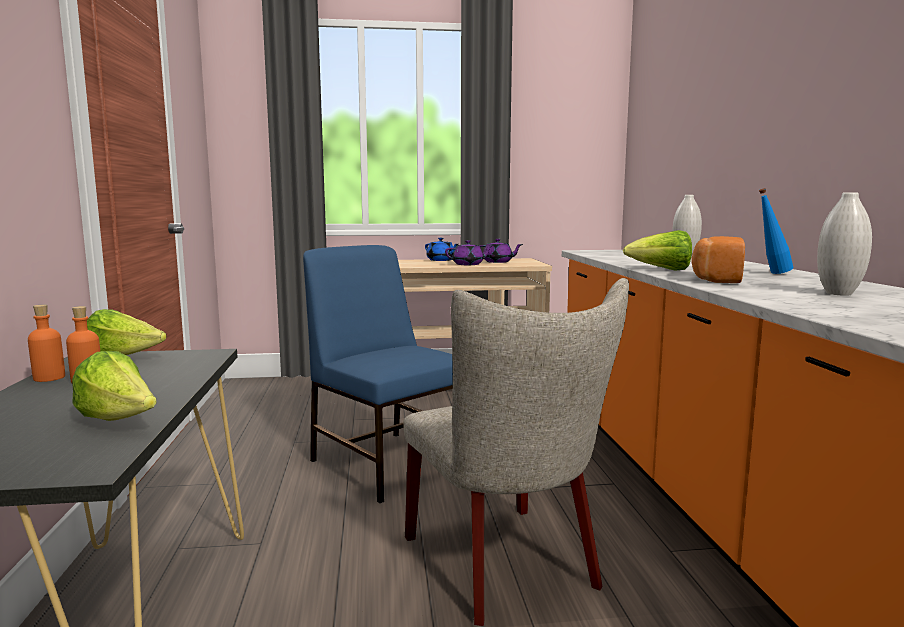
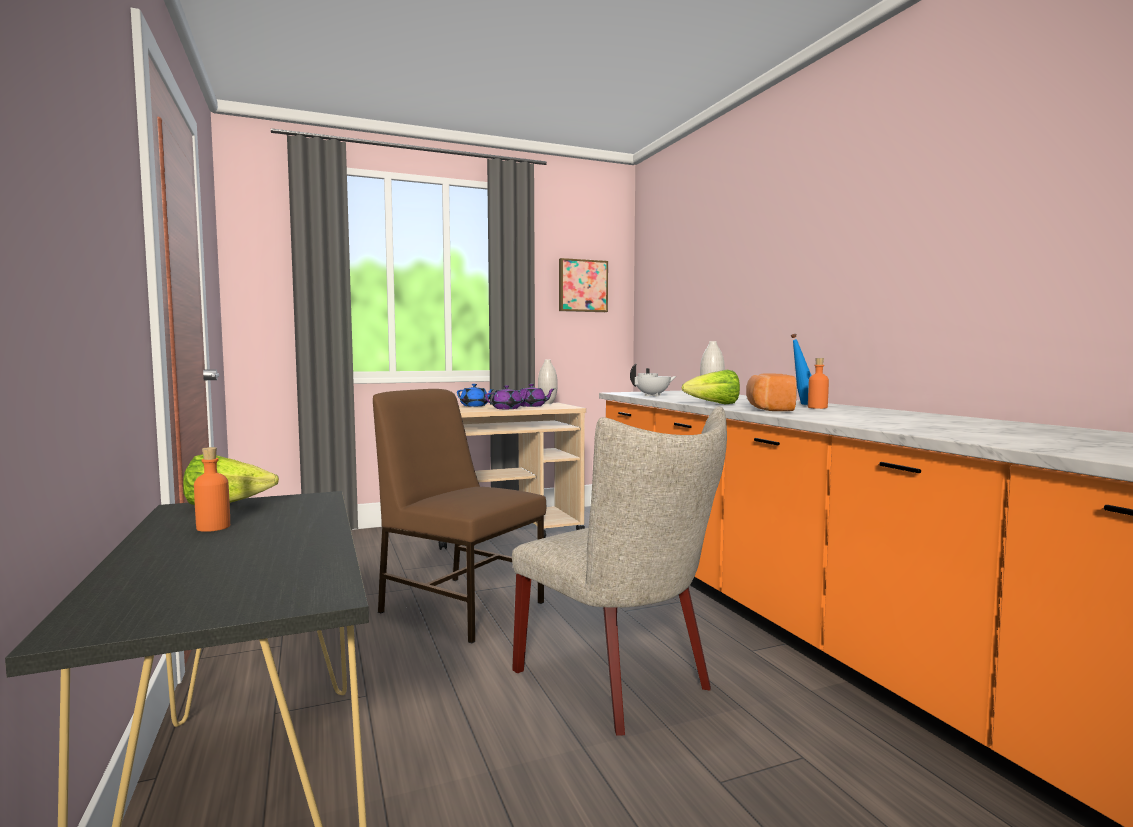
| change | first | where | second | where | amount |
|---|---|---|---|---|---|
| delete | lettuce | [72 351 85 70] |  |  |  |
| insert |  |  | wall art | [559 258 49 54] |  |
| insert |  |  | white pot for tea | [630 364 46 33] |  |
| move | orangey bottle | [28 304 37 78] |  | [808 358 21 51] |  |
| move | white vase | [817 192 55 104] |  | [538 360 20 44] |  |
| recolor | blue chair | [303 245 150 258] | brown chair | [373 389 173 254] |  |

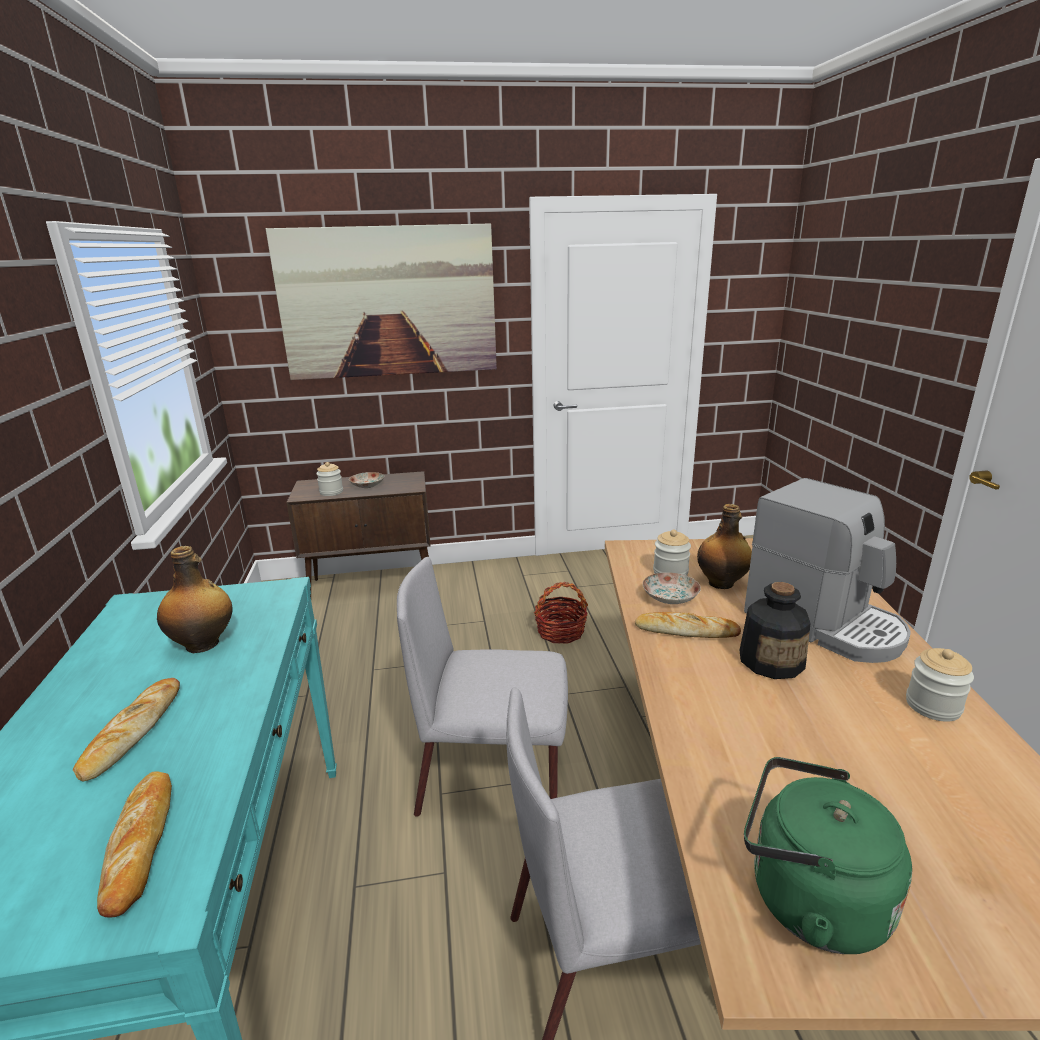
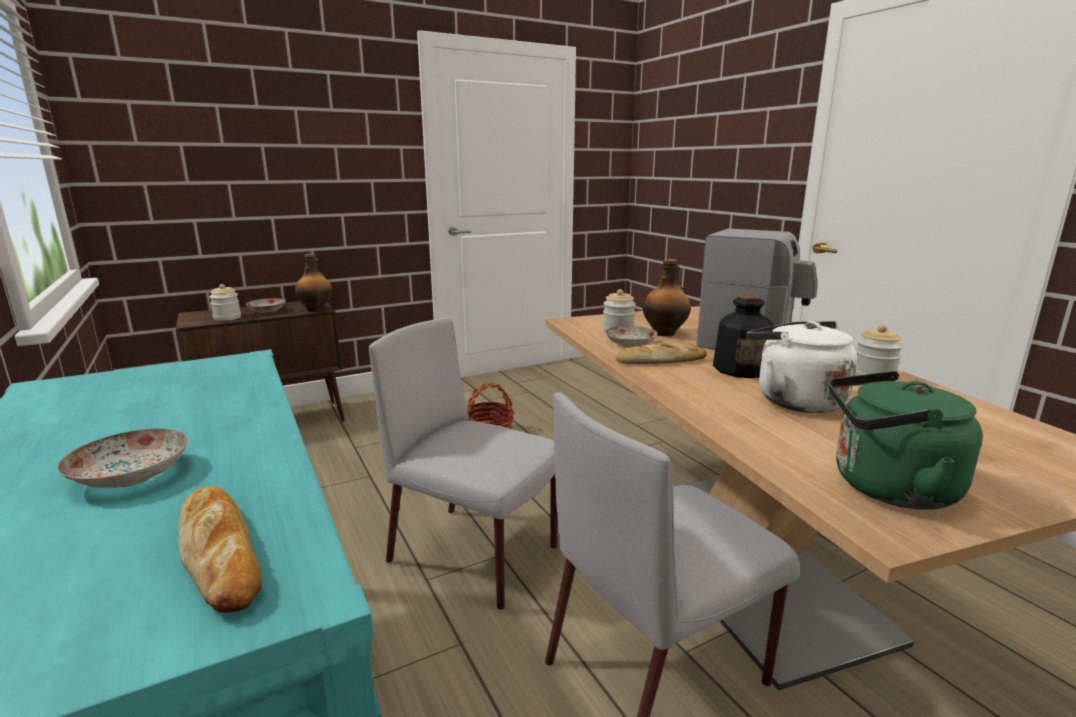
| change | first | where | second | where | amount |
|---|---|---|---|---|---|
| delete | wall art | [266 223 231 157] |  |  |  |
| insert |  |  | white kettle | [746 321 112 92] |  |
| move | bottle | [157 546 76 107] |  | [295 254 37 58] |  |
| replace | baked bread | [73 678 107 103] | flat dish | [57 429 131 59] |  |
| rotate | grey chair | [397 557 171 260] |  | [369 318 189 292] | 45 degrees clockwise |

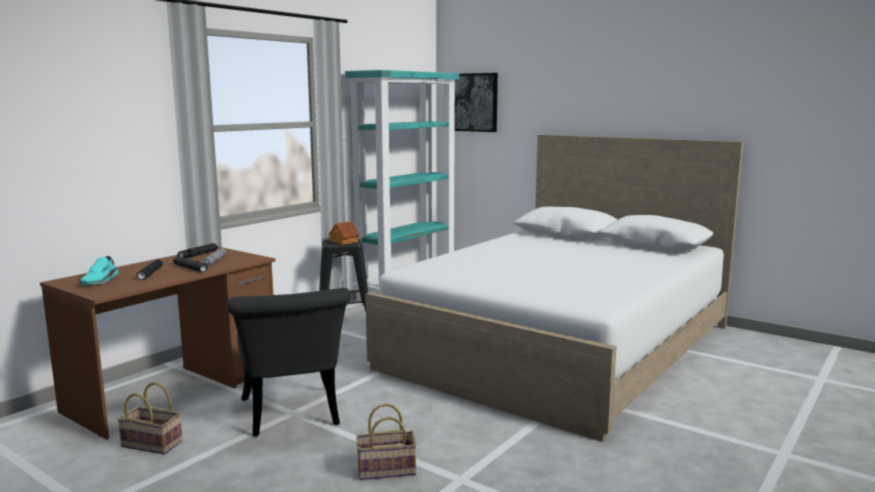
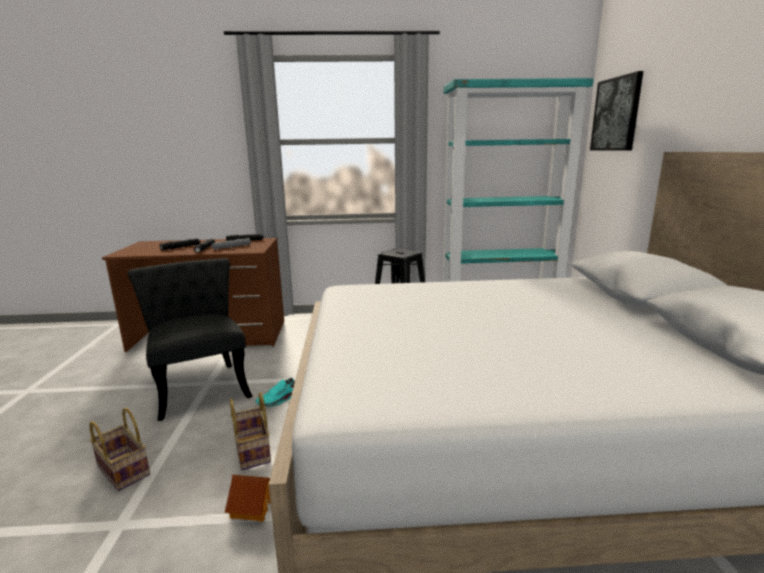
| change | first | where | second | where | amount |
|---|---|---|---|---|---|
| move | turquoise item of footwear | [80 256 39 29] |  | [256 378 39 29] |  |
| move | household basket | [117 382 66 72] |  | [230 392 41 78] |  |
| move | toy house | [329 221 31 24] |  | [225 475 46 47] |  |
| rotate | black-coloured chair | [228 288 122 149] |  | [128 258 124 163] | 120 degrees clockwise |

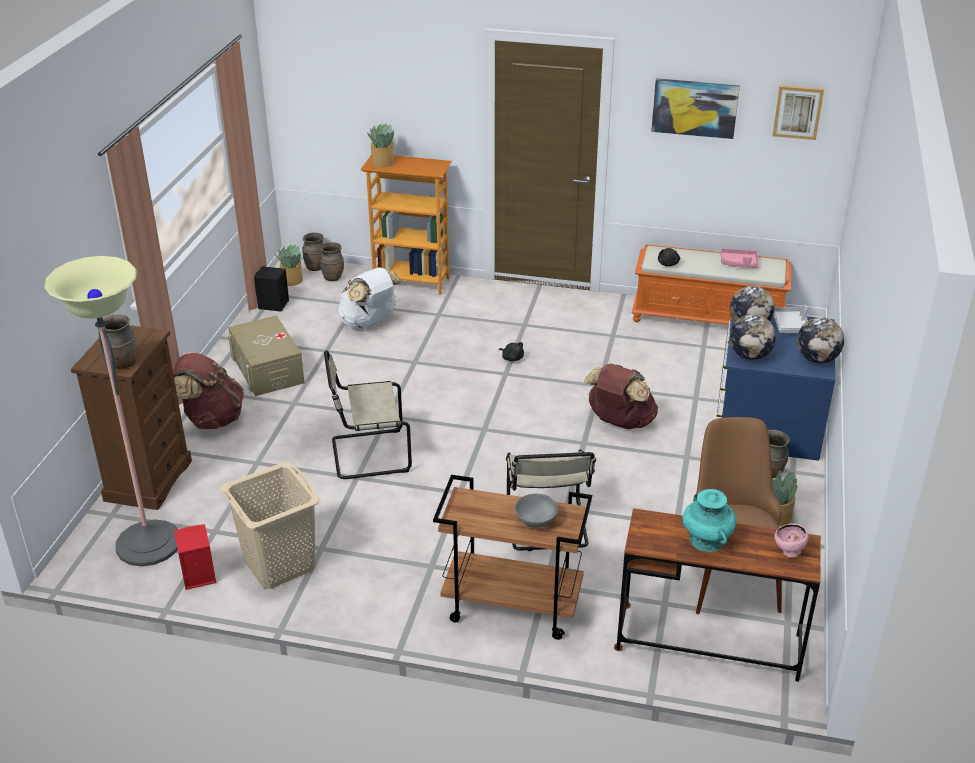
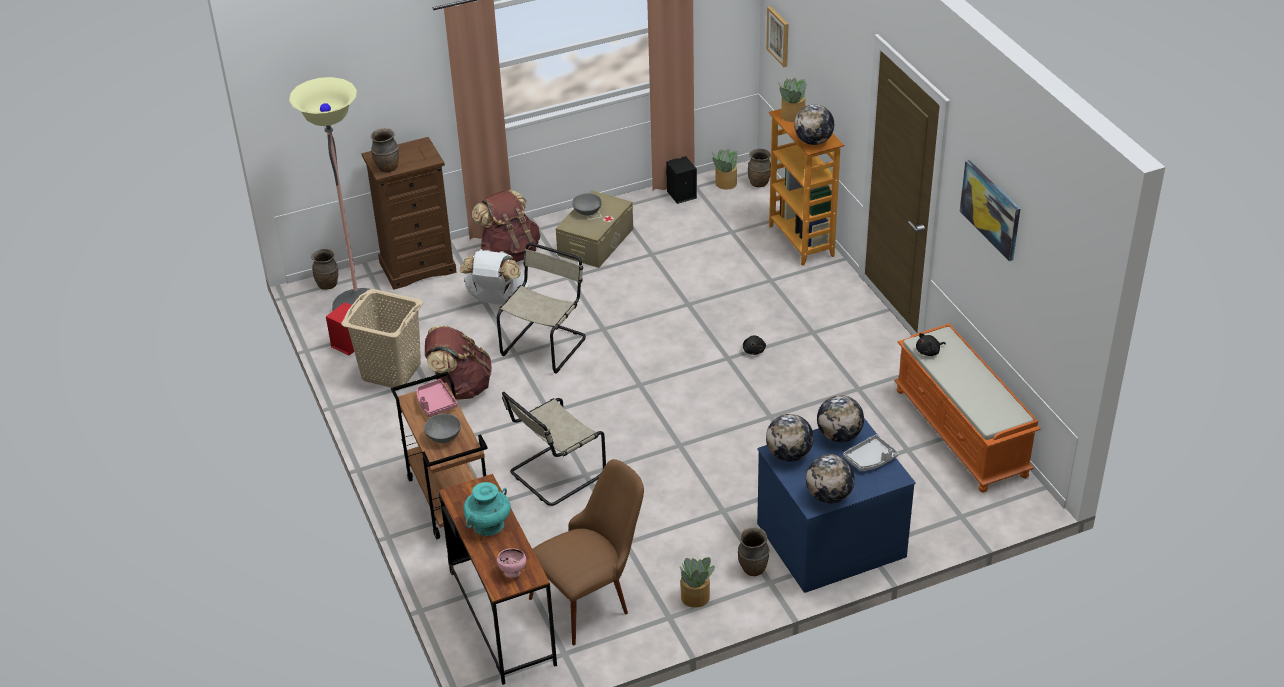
| change | first | where | second | where | amount |
|---|---|---|---|---|---|
| insert |  |  | grey bowl | [572 193 30 22] |  |
| insert |  |  | globe | [794 104 40 41] |  |
| move | brown vase | [320 242 24 39] |  | [311 249 27 41] |  |
| move | white rucksack | [337 267 65 62] |  | [460 250 69 55] |  |
| move | brown rucksack | [584 364 74 66] |  | [425 325 67 75] |  |
| move | pink carrying tray | [721 249 38 19] |  | [417 379 41 38] |  |
| move | wall art | [773 85 51 55] |  | [766 6 23 61] |  |
| rotate | beige chair | [324 350 88 129] |  | [497 243 89 131] | 75 degrees clockwise |

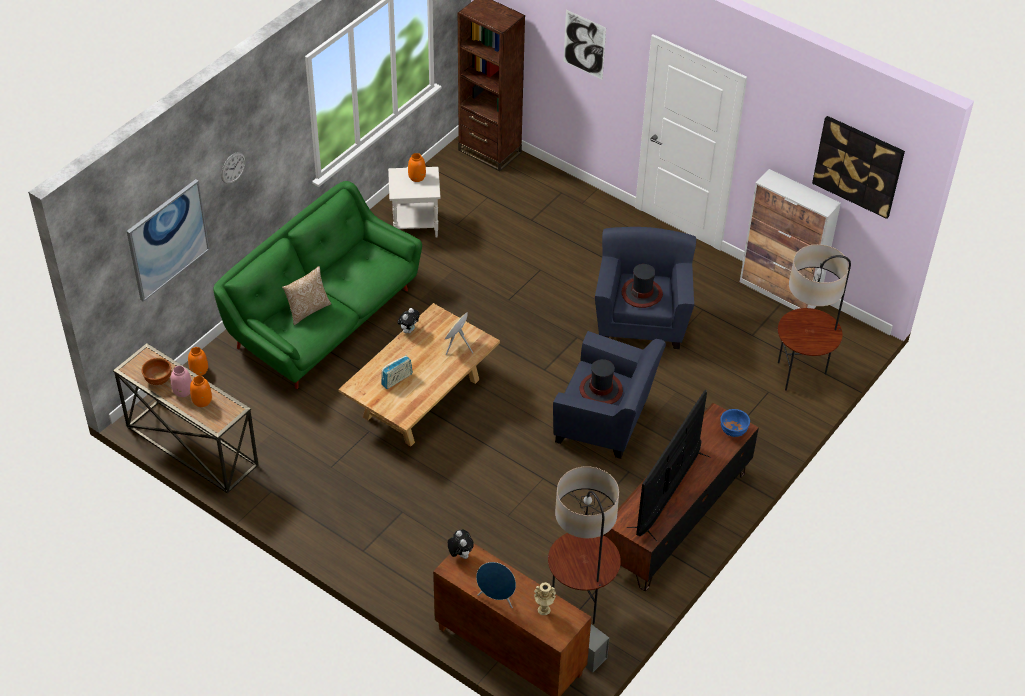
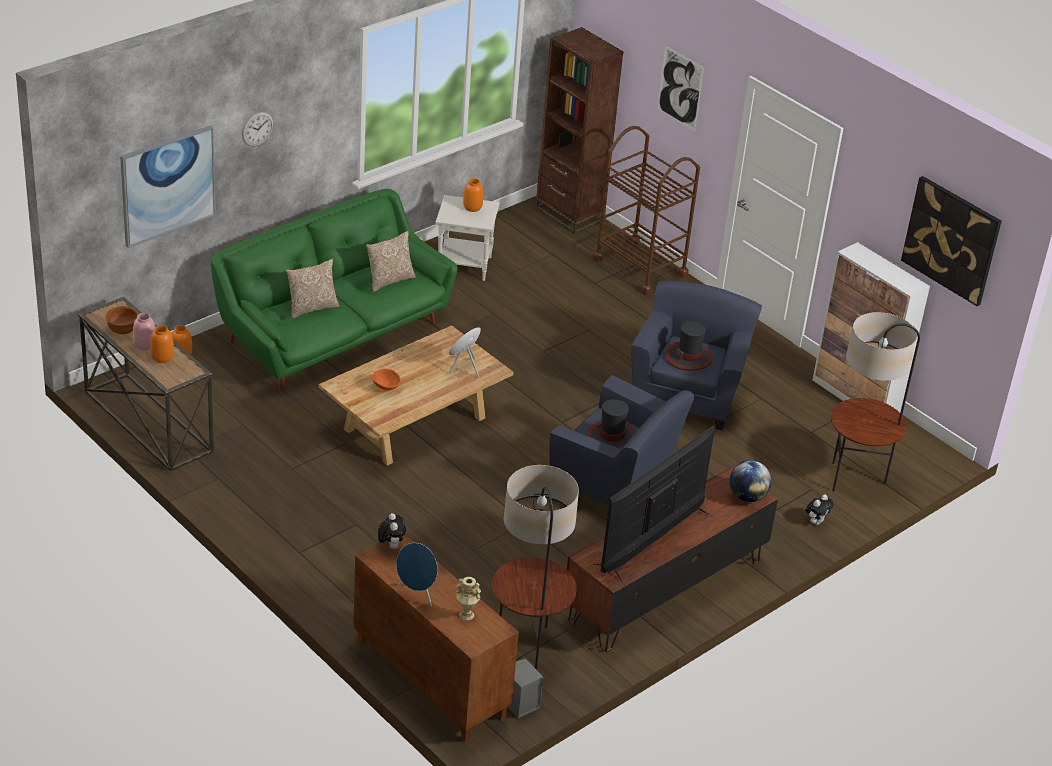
| change | first | where | second | where | amount |
|---|---|---|---|---|---|
| insert |  |  | cushion | [366 231 50 61] |  |
| insert |  |  | brown cart | [593 126 107 169] |  |
| move | soft toy | [398 308 22 25] |  | [805 495 29 30] |  |
| replace | radio set | [381 355 31 34] | orangey bowl | [372 369 29 21] |  |
| replace | blue bowl | [720 409 30 28] | globe | [730 460 42 42] |  |

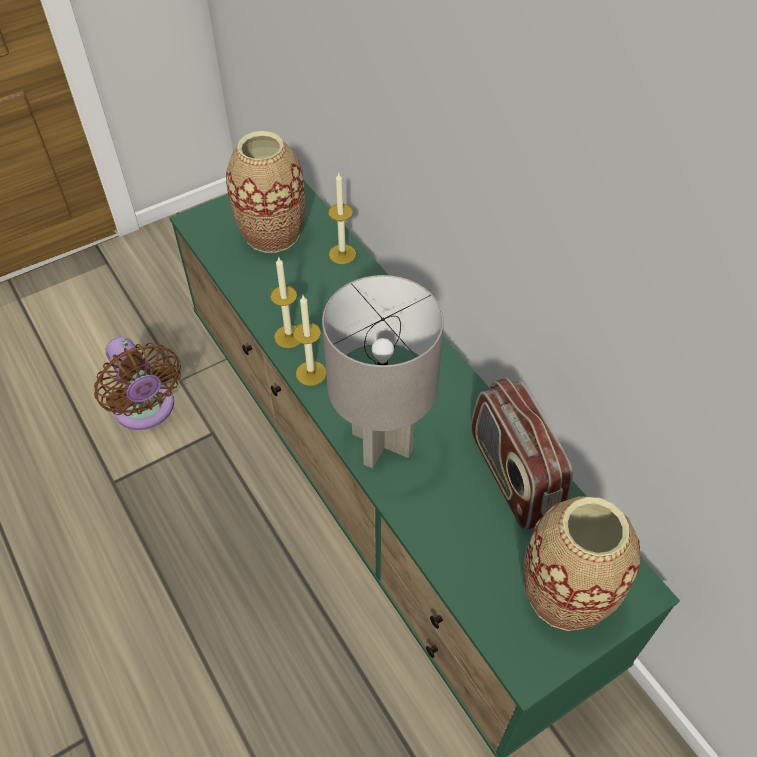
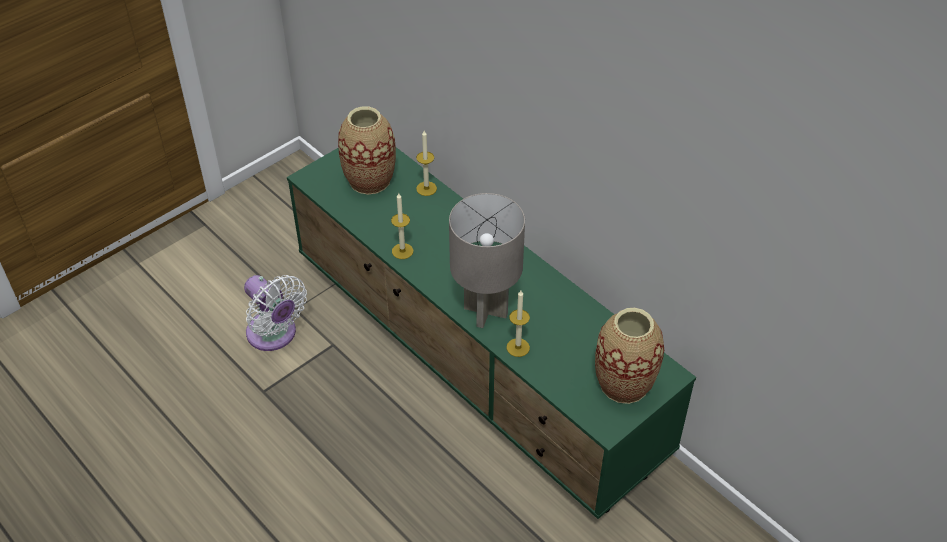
| change | first | where | second | where | amount |
|---|---|---|---|---|---|
| delete | radio set | [471 378 102 152] |  |  |  |
| move | candle | [293 295 33 91] |  | [507 290 23 67] |  |
| recolor | brown cooling fan | [94 337 87 93] | white cooling fan | [244 275 63 76] |  |

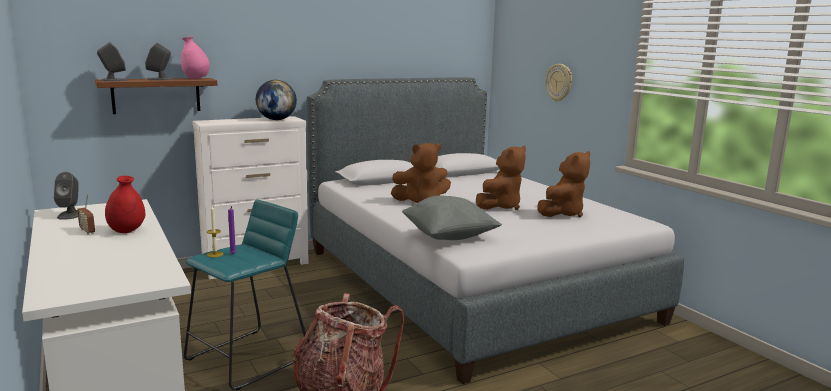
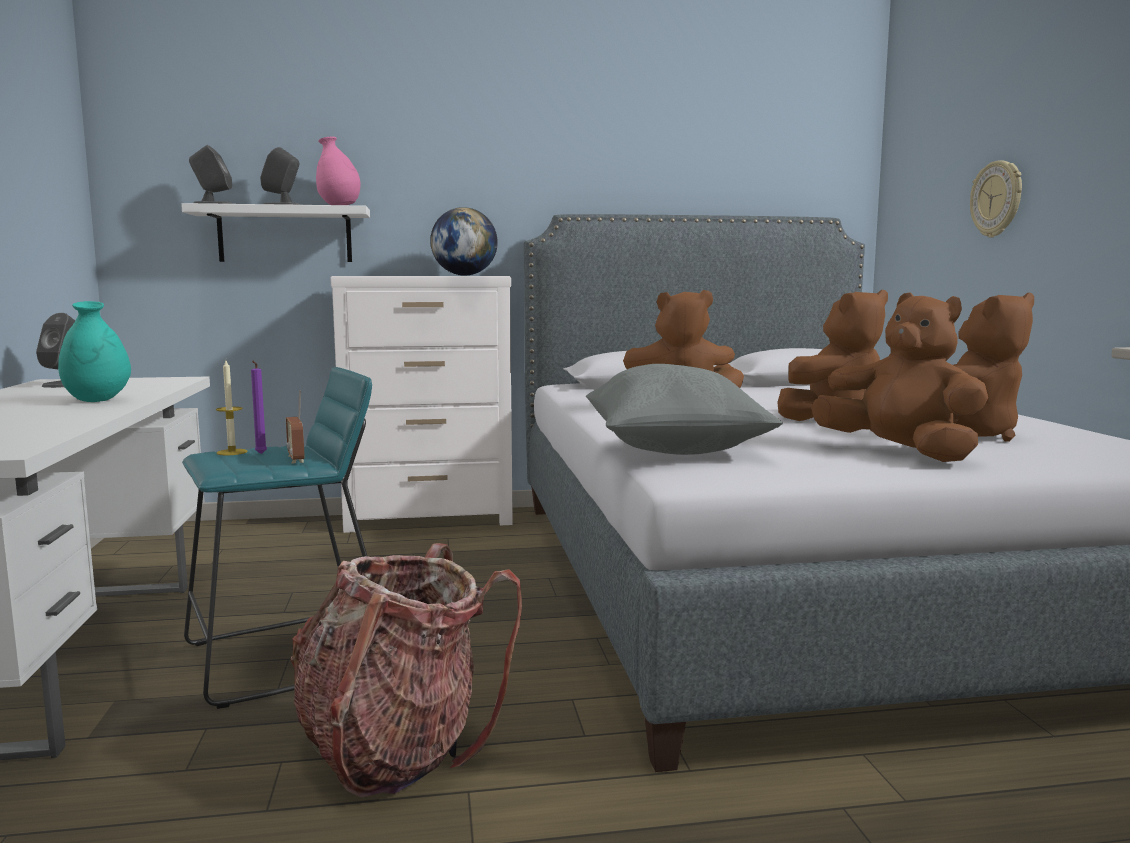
| change | first | where | second | where | amount |
|---|---|---|---|---|---|
| insert |  |  | brown soft toy | [811 292 177 170] |  |
| move | radio set | [77 194 18 41] |  | [286 390 19 73] |  |
| recolor | brown bracket shelf | [95 78 123 36] | white bracket shelf | [181 203 189 59] |  |
| recolor | red vase | [105 176 40 57] | turquoise vase | [58 301 73 101] |  |

